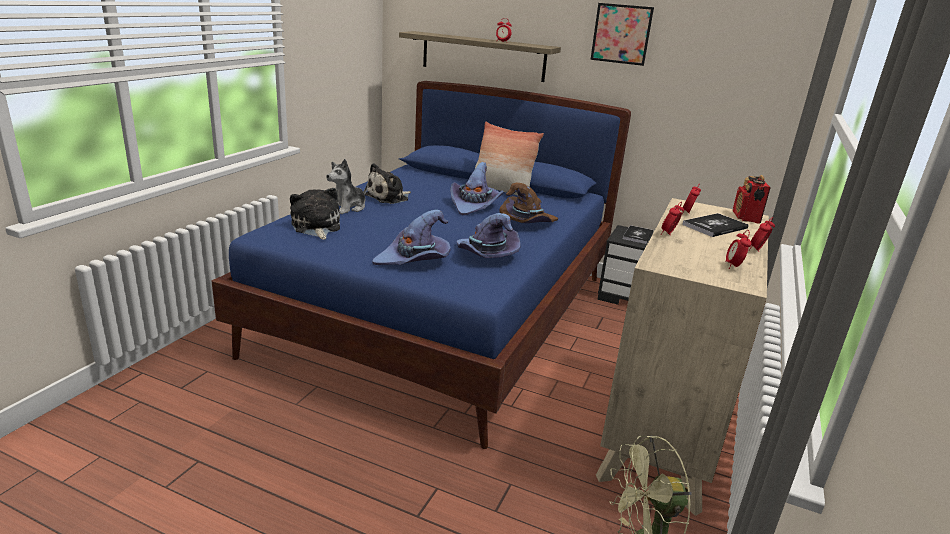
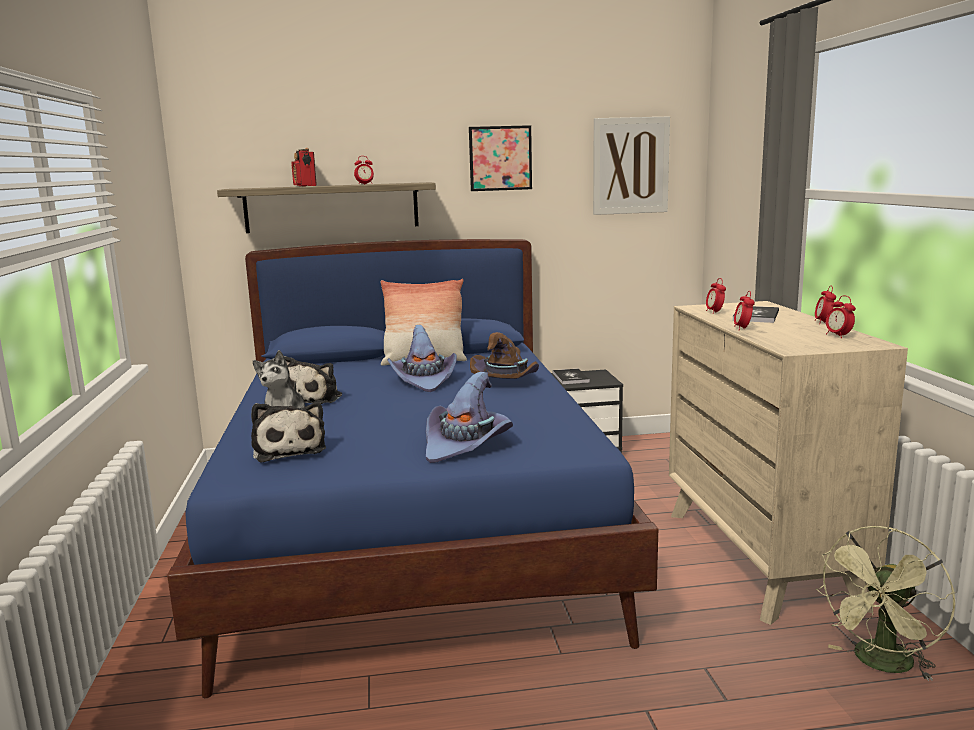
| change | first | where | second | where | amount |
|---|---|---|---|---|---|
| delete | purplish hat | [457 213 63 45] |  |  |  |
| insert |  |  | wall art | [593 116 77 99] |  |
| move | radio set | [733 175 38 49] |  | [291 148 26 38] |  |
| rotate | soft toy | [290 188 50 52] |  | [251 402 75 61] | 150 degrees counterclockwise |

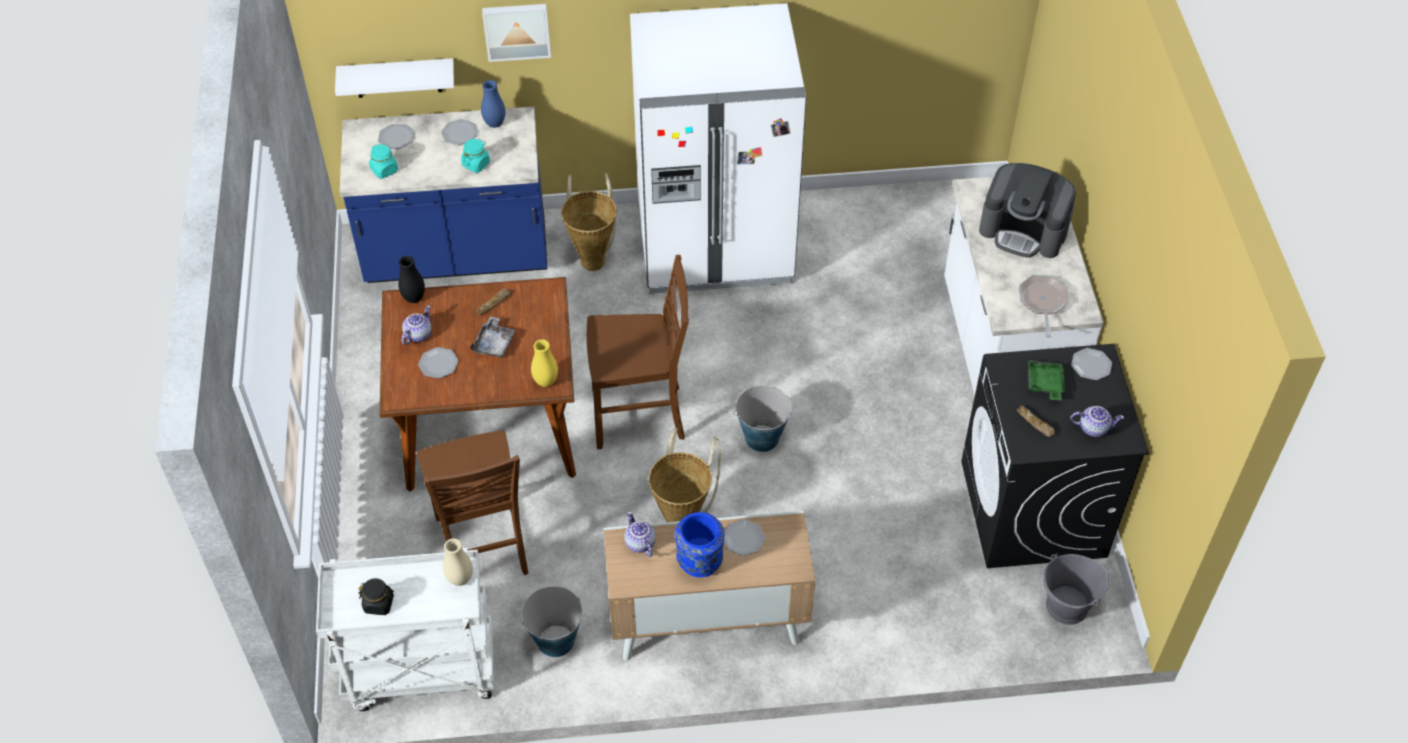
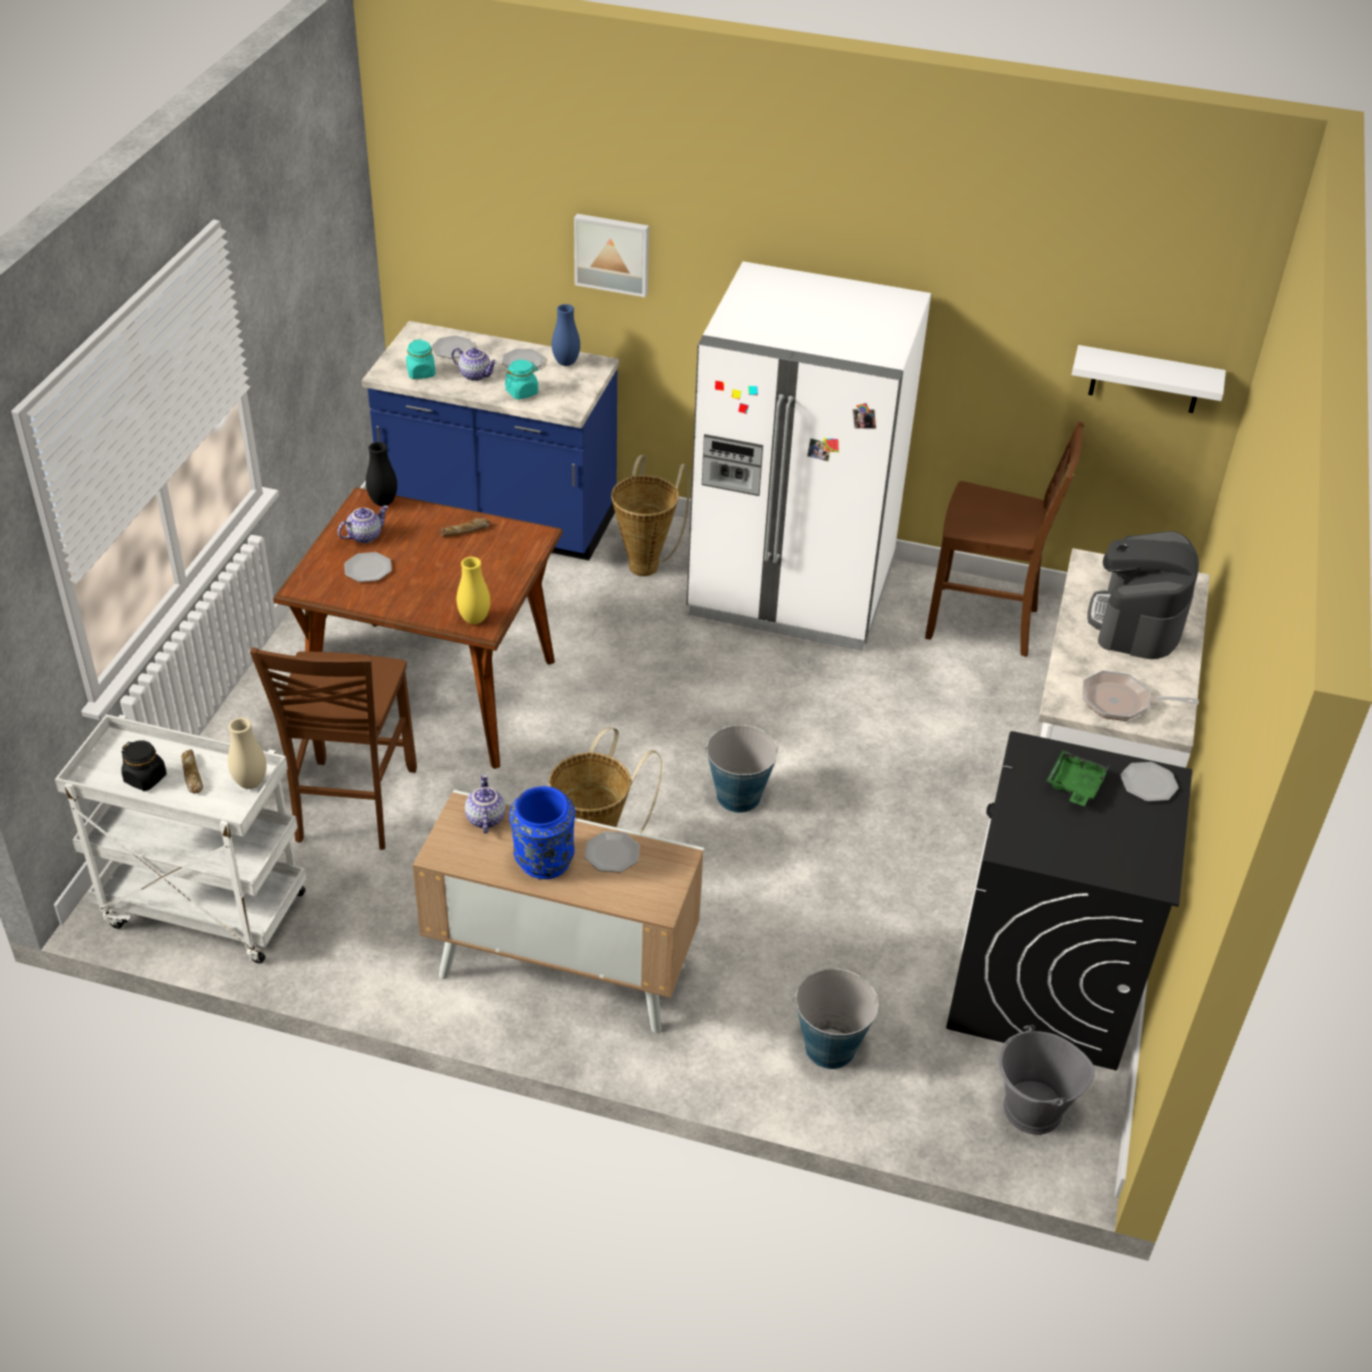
| change | first | where | second | where | amount |
|---|---|---|---|---|---|
| delete | grey carrying tray | [470 316 45 41] |  |  |  |
| move | white bracket shelf | [335 58 119 40] |  | [1072 345 154 68] |  |
| move | pail | [520 586 63 71] |  | [793 968 85 101] |  |
| move | brown chair | [587 255 102 194] |  | [925 421 159 236] |  |
| move | baked bread | [1017 405 38 32] |  | [181 749 22 45] |  |
| move | pot for tea | [1070 406 54 31] |  | [451 348 46 33] |  |
| rotate | coffee maker | [979 163 97 95] |  | [1087 531 112 128] | 60 degrees clockwise |
| rotate | frying pan | [1019 275 50 63] |  | [1083 670 116 51] | 105 degrees counterclockwise |

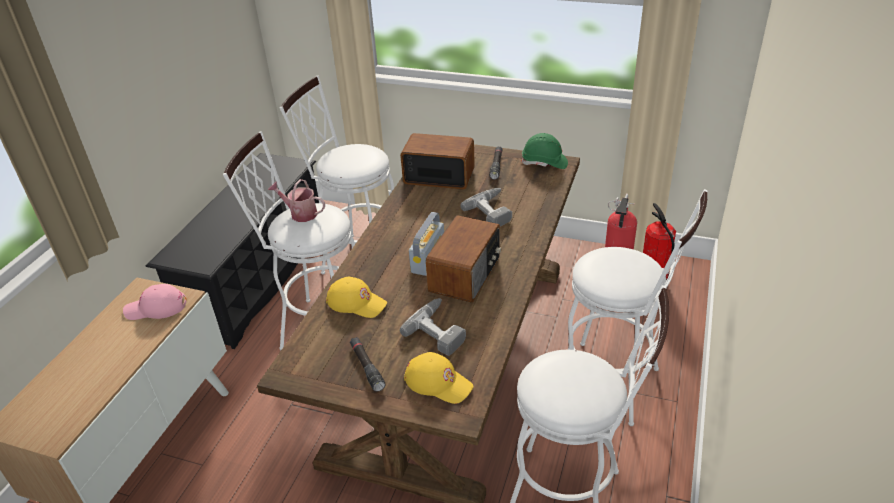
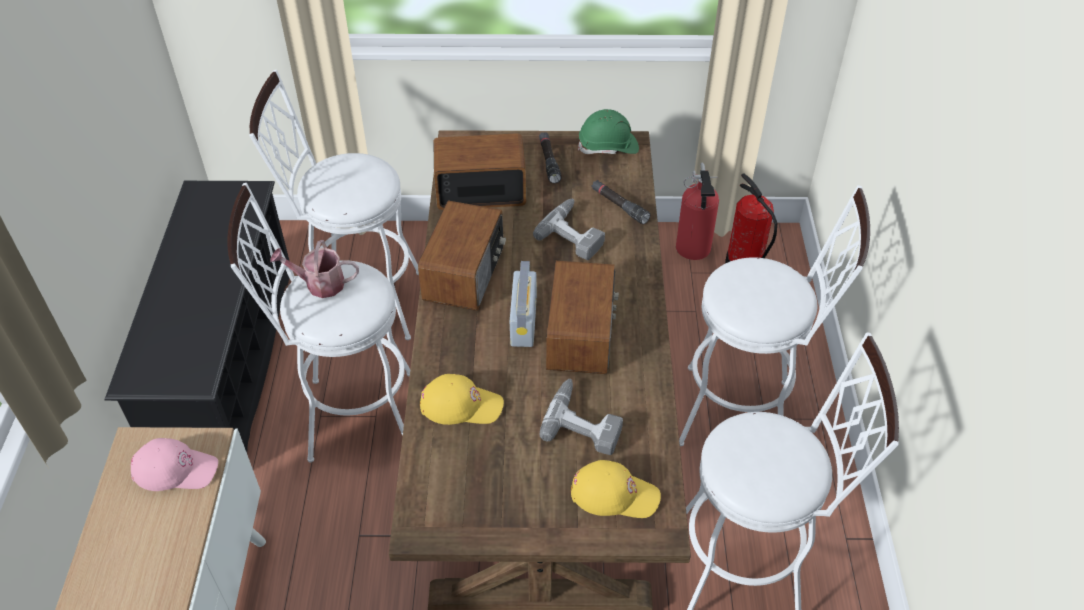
| change | first | where | second | where | amount |
|---|---|---|---|---|---|
| insert |  |  | radio set | [418 201 88 110] |  |
| move | black-coloured torch | [350 337 36 55] |  | [592 180 58 44] |  |
| rotate | pink baseball cap | [123 284 64 36] |  | [131 438 87 53] | 150 degrees counterclockwise |

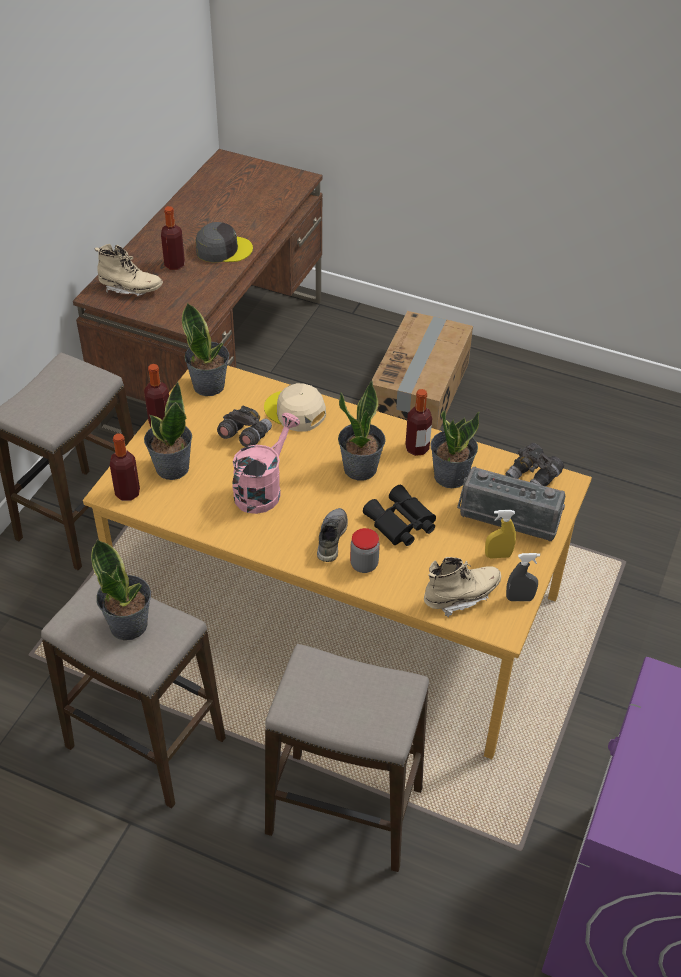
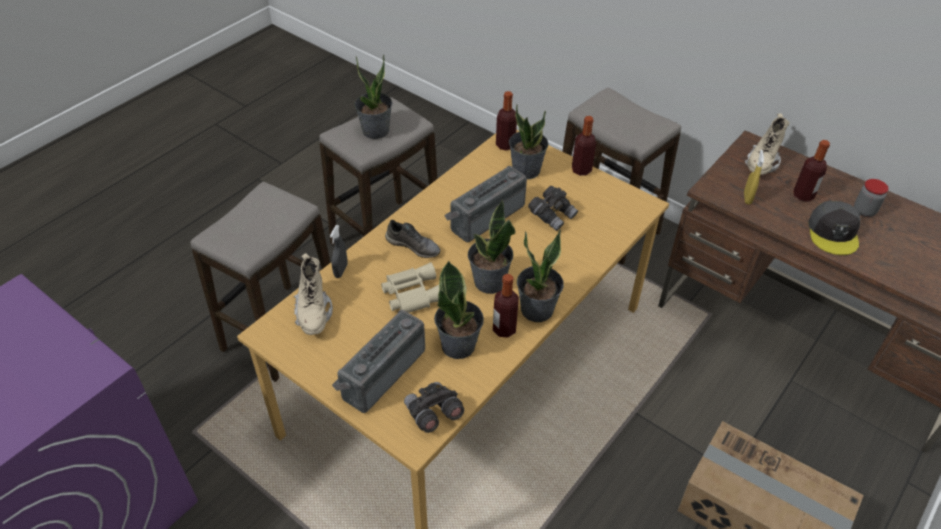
| change | first | where | second | where | amount |
|---|---|---|---|---|---|
| delete | beige baseball cap | [264 383 62 49] |  |  |  |
| move | plant in a pot | [182 302 47 94] |  | [517 229 47 93] |  |
| move | preserve jar | [350 528 30 45] |  | [854 179 35 38] |  |
| move | yellowish hand sprayer | [485 510 31 48] |  | [744 150 20 55] |  |
| move | grey hand sprayer | [506 553 34 48] |  | [330 225 17 53] |  |
| replace | pink watering can | [232 413 68 101] | radio set | [444 166 83 76] |  |
| recolor | black-coloured binoculars | [363 485 73 61] | beige binoculars | [381 262 58 51] |  |

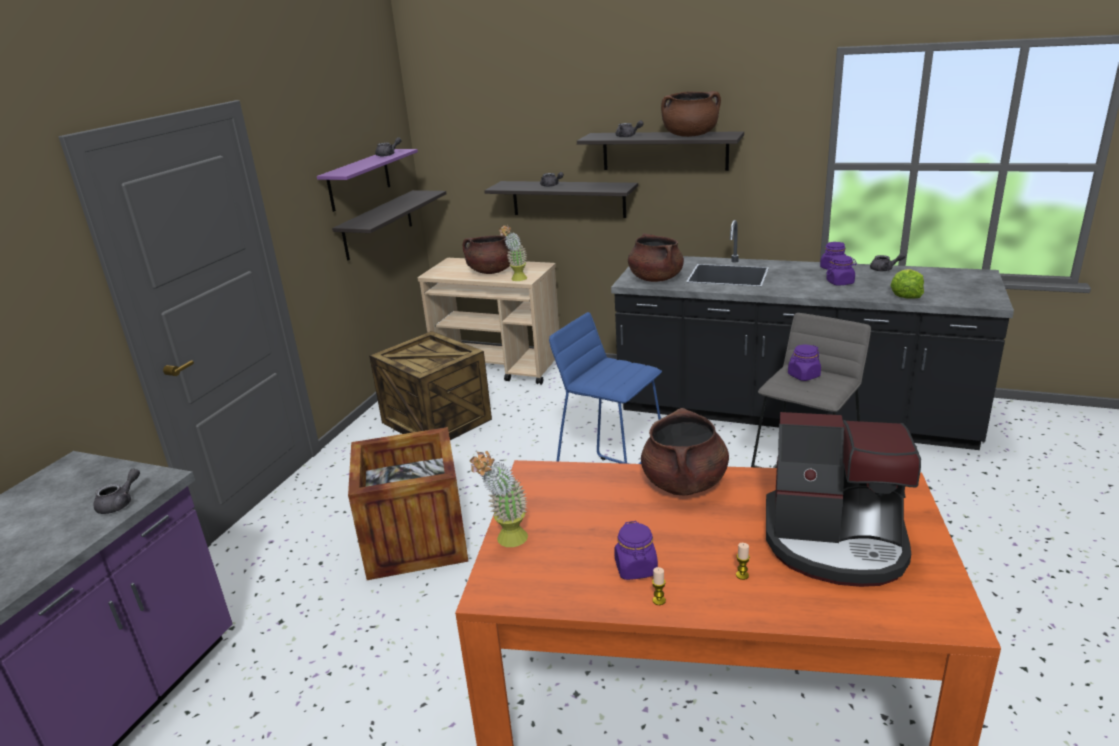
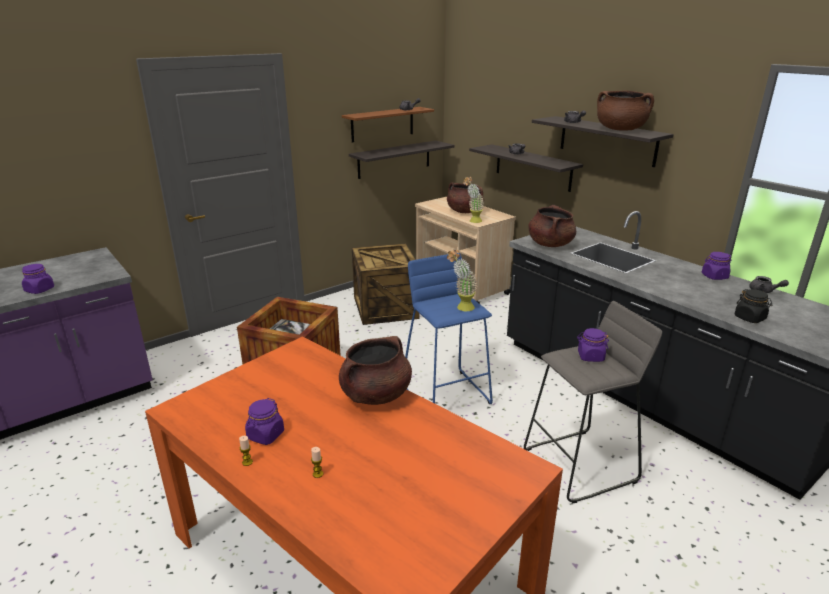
| change | first | where | second | where | amount |
|---|---|---|---|---|---|
| delete | grey pot for tea | [93 468 47 46] |  |  |  |
| delete | coffee maker | [766 412 155 175] |  |  |  |
| move | plant in a pot | [470 451 58 96] |  | [447 249 30 62] |  |
| move | purplish preserve jar | [826 255 31 30] |  | [22 264 32 30] |  |
| replace | lettuce | [891 269 33 30] | black-coloured preserve jar | [735 289 37 34] |  |
| recolor | purplish bracket shelf | [317 149 101 63] | brown bracket shelf | [342 107 92 36] |  |

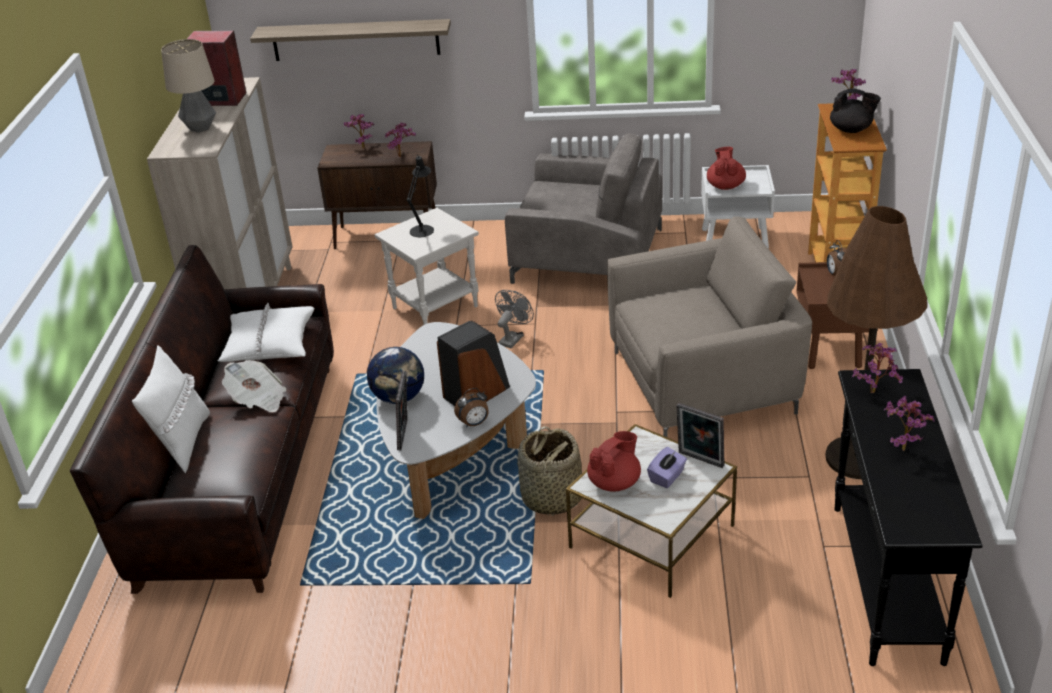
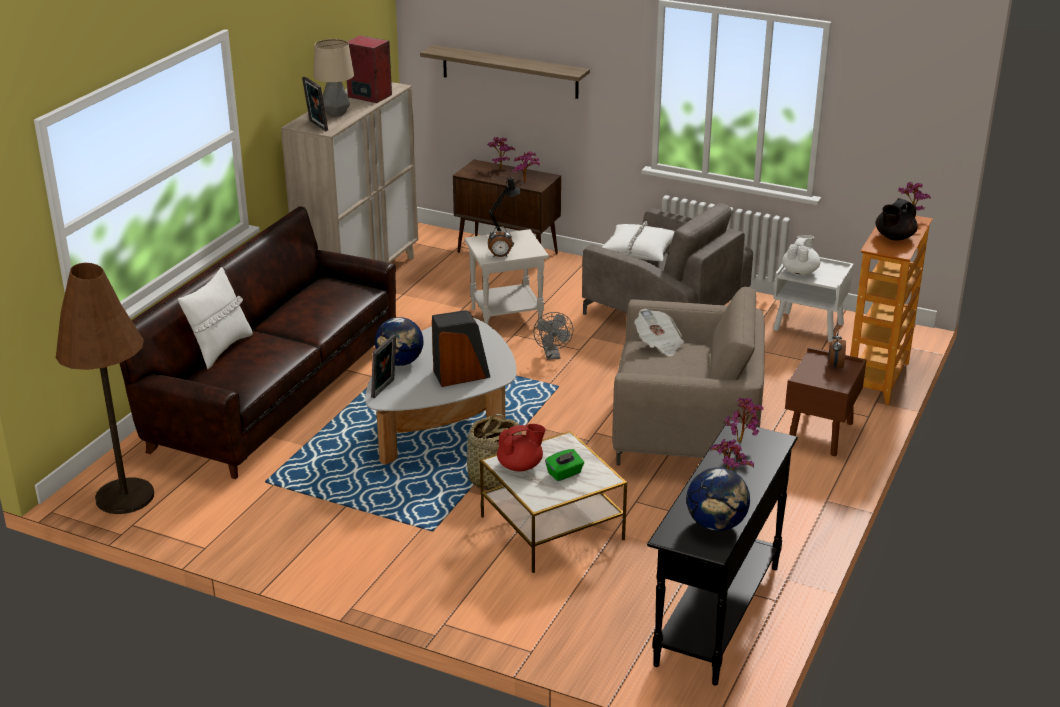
| change | first | where | second | where | amount |
|---|---|---|---|---|---|
| insert |  |  | globe | [686 467 64 64] |  |
| move | white cushion | [218 303 96 59] |  | [602 221 73 41] |  |
| move | daily paper | [222 360 65 52] |  | [634 309 50 47] |  |
| move | bedside clock | [454 388 35 39] |  | [488 226 25 31] |  |
| move | photo frame | [676 403 49 65] |  | [302 77 26 54] |  |
| move | brown standing lamp | [826 206 101 273] |  | [56 263 98 251] |  |
| recolor | purplish box of tissues | [647 447 40 41] | greenish box of tissues | [545 449 39 32] |  |
| recolor | red pot for tea | [707 147 39 43] | white pot for tea | [782 235 38 40] |  |
| rotate | grey cooling fan | [495 290 39 58] |  | [533 312 40 48] | 120 degrees clockwise |
| rotate | black-coloured pot for tea | [830 89 51 44] |  | [875 198 43 43] | 90 degrees clockwise |

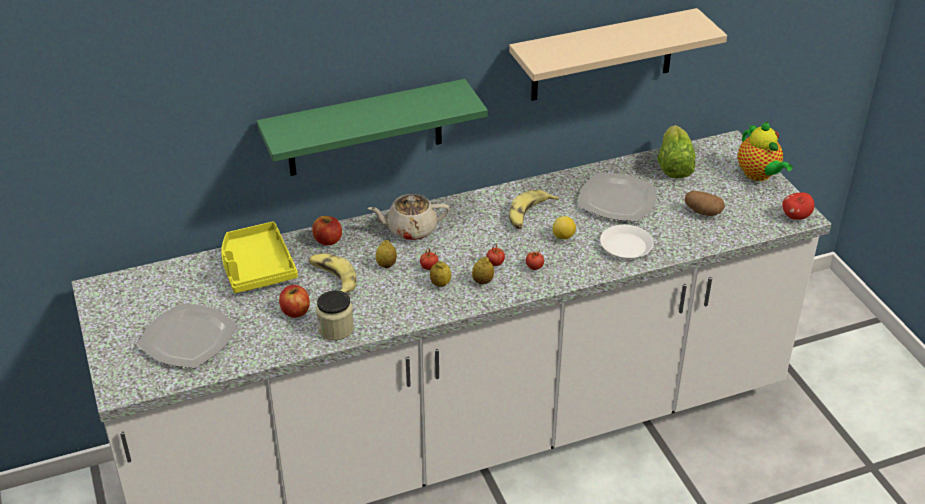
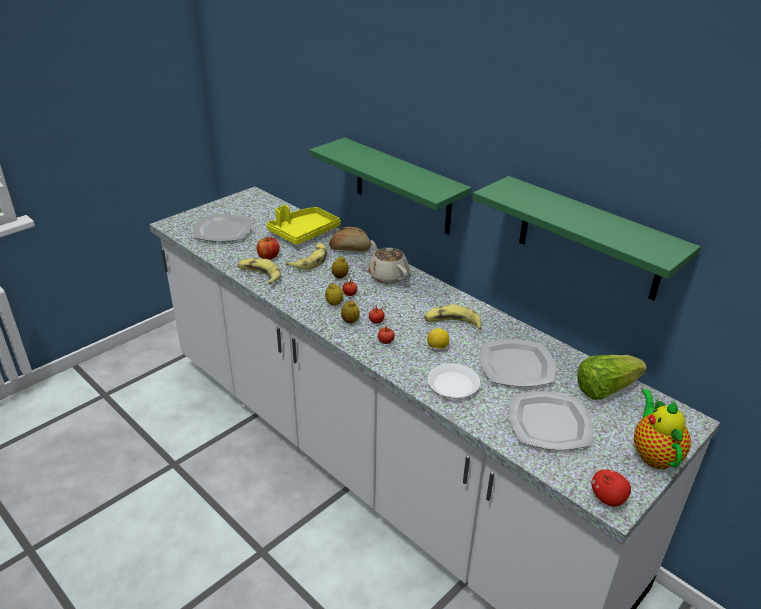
| change | first | where | second | where | amount |
|---|---|---|---|---|---|
| replace | apple | [312 216 30 30] | baked bread | [329 227 42 25] |  |
| replace | preserve jar | [316 290 38 50] | banana fruit | [237 258 44 26] |  |
| replace | whole potato | [685 191 40 25] | flat dish | [508 391 85 59] |  |
| recolor | beige bracket shelf | [509 8 218 93] | greenish bracket shelf | [472 176 229 124] |  |
| rotate | pot for tea | [738 122 55 59] |  | [634 389 57 80] | 135 degrees clockwise |

